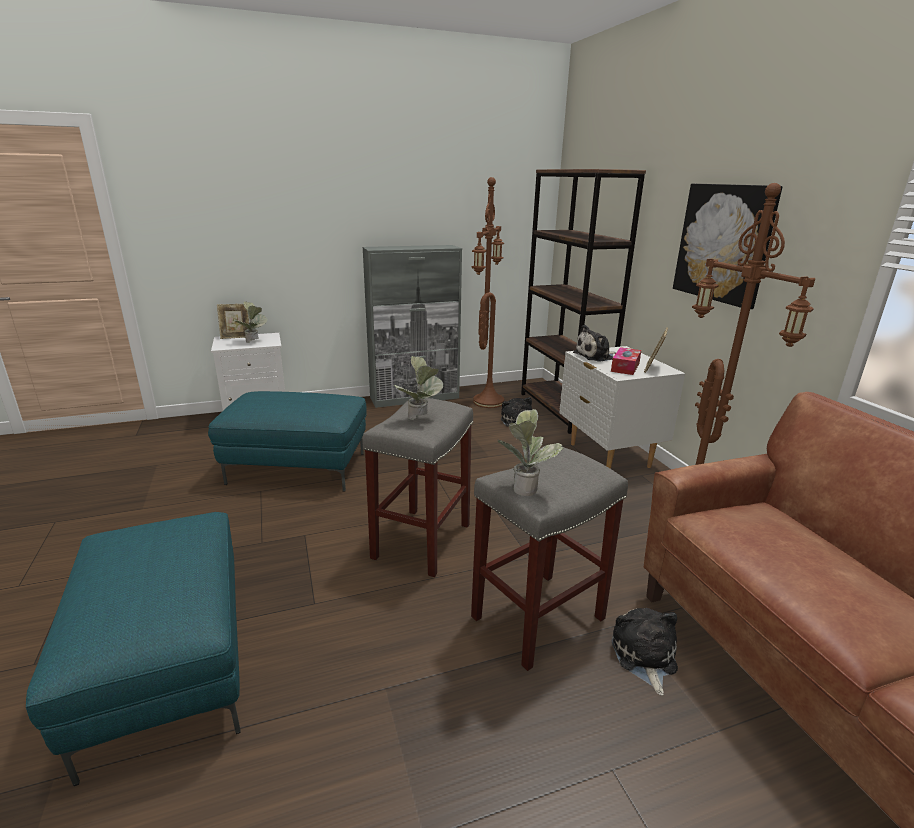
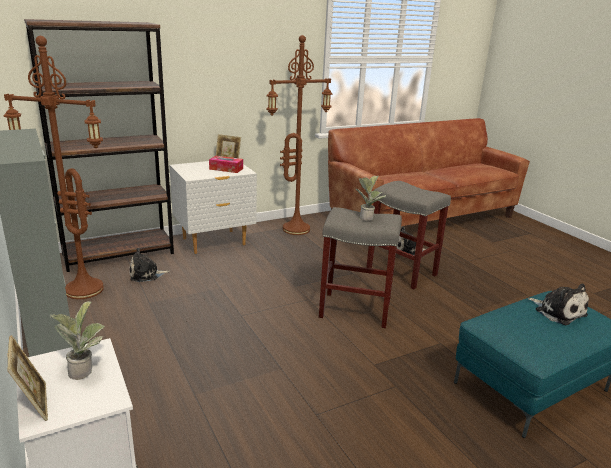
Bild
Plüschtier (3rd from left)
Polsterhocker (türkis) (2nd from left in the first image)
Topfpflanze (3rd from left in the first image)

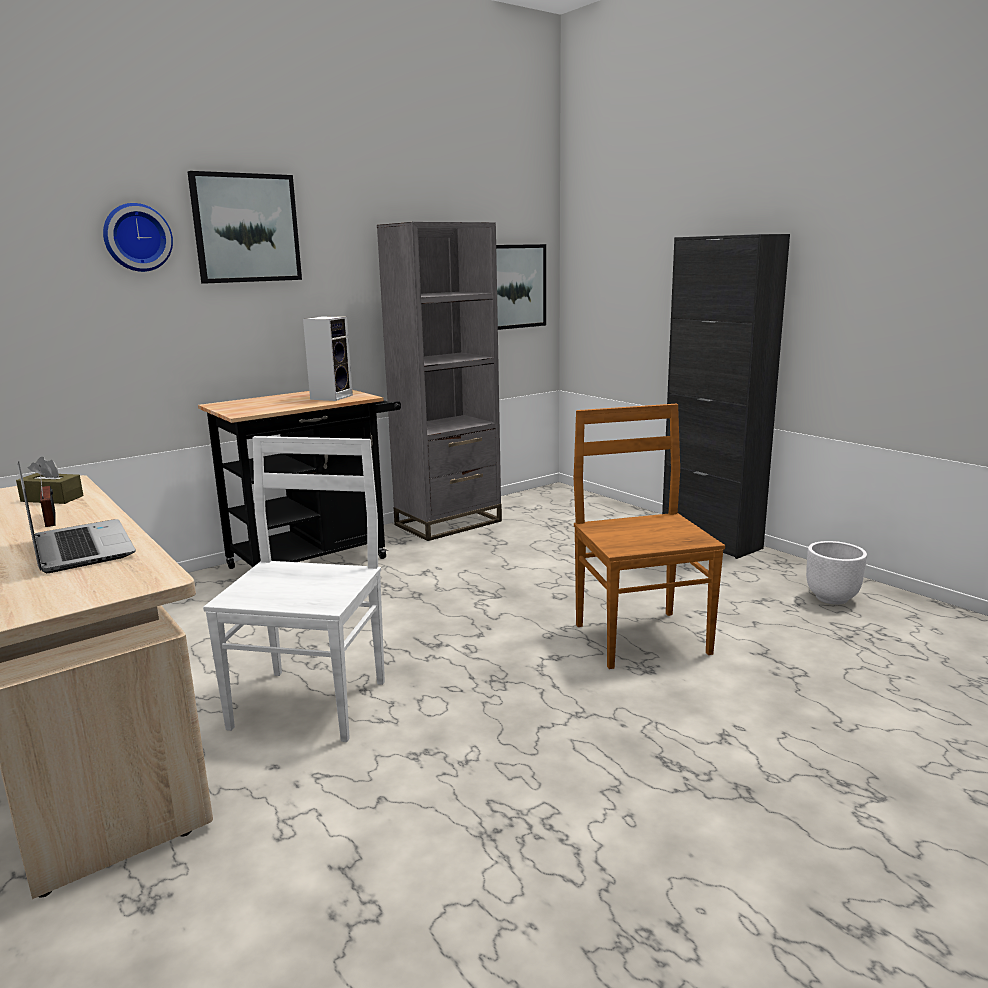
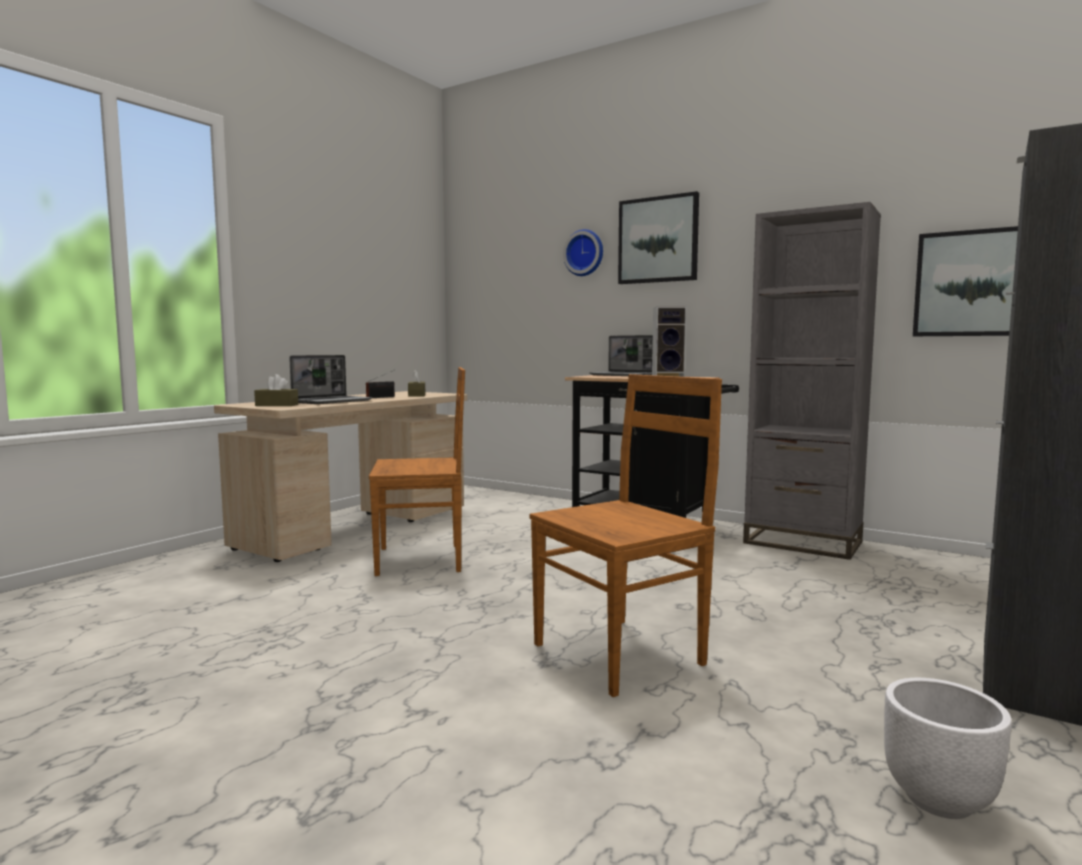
Stuhl (braun) (1st from left)
Laptop (2nd from left)
Taschentuchbox (braun) (1st from left)

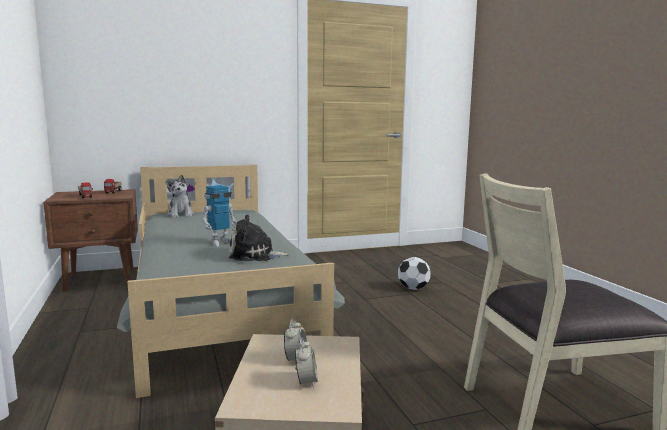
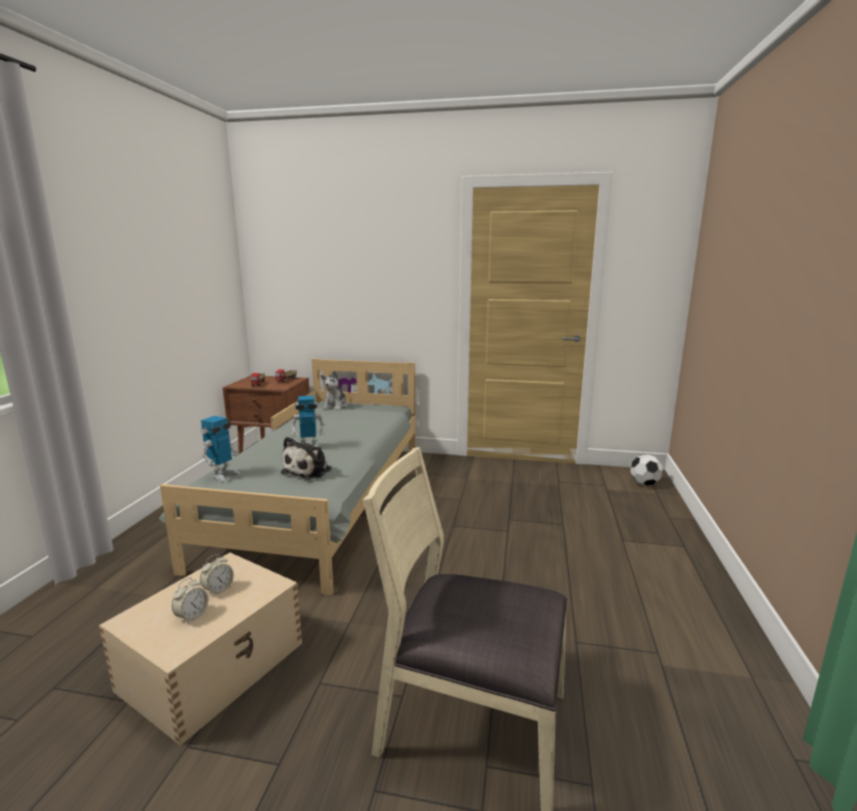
Plüschtier (1st from left)
Fußball
Spielzeugroboter (1st from left)

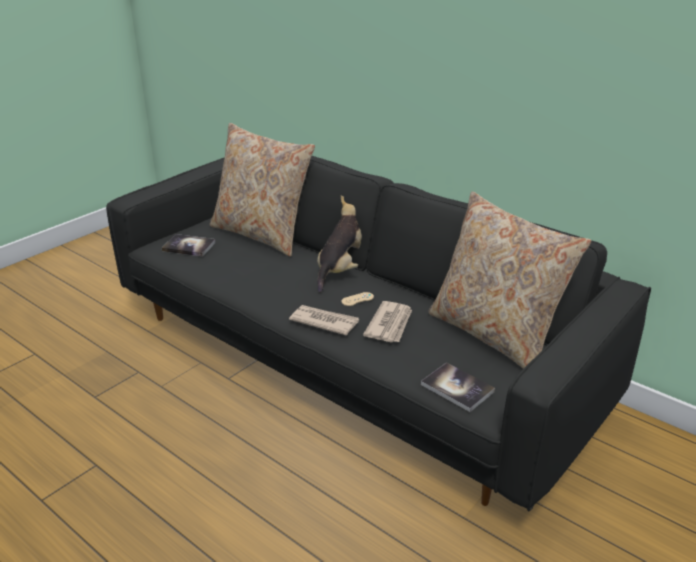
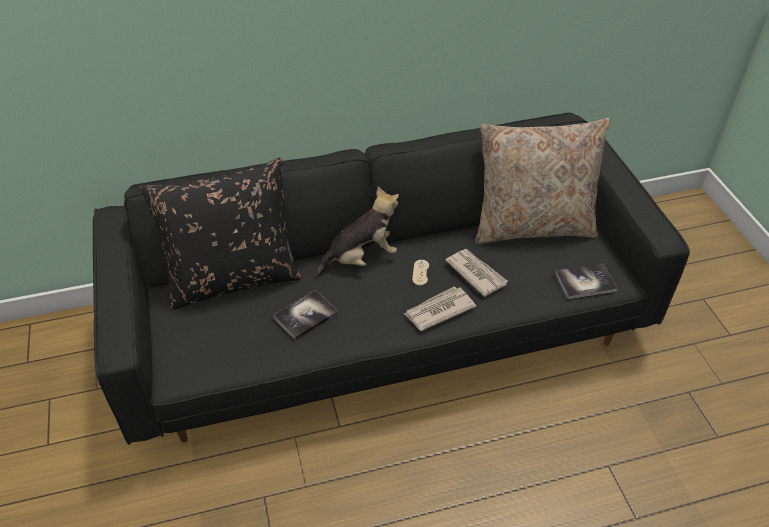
Kissen (schwarz)
Plüschtier
Buch (1st from left)

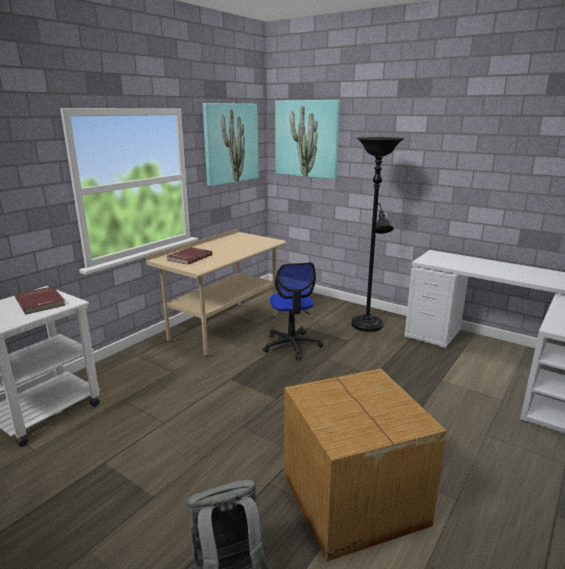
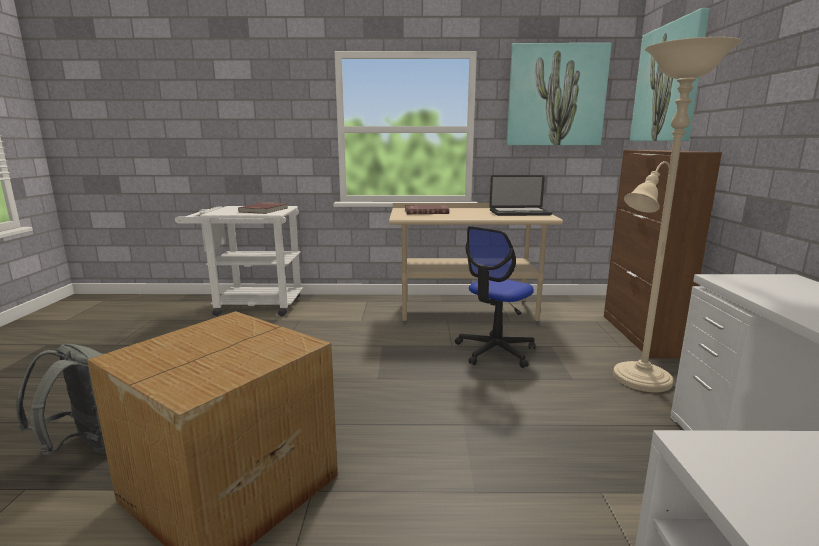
Stehlampe (beige)
Schrank (braun)
Laptop

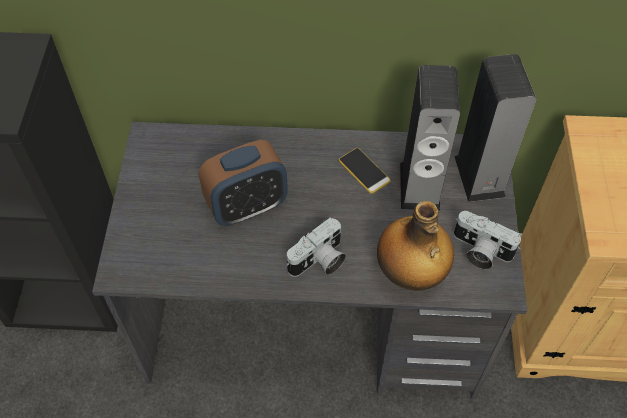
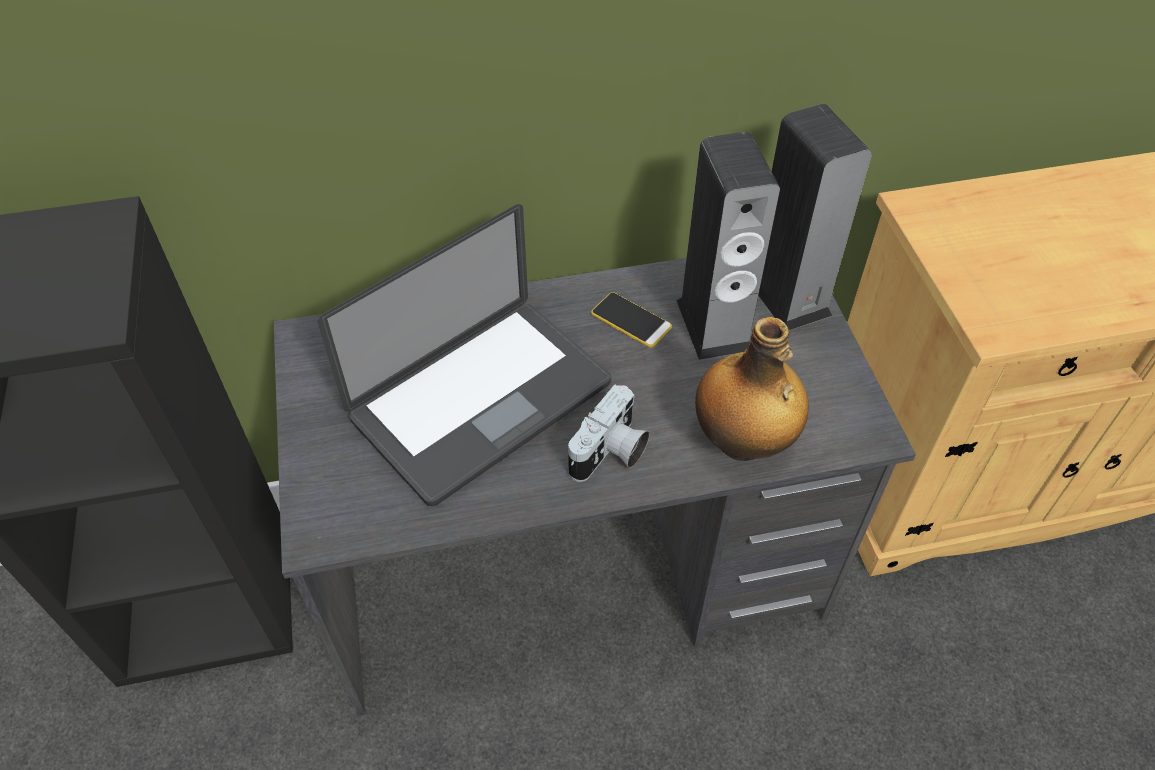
Laptop
Kamera (2nd from left in the first image)

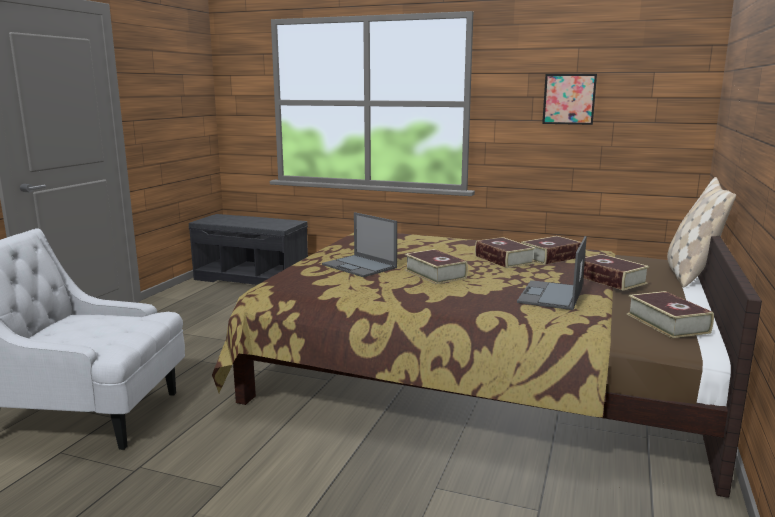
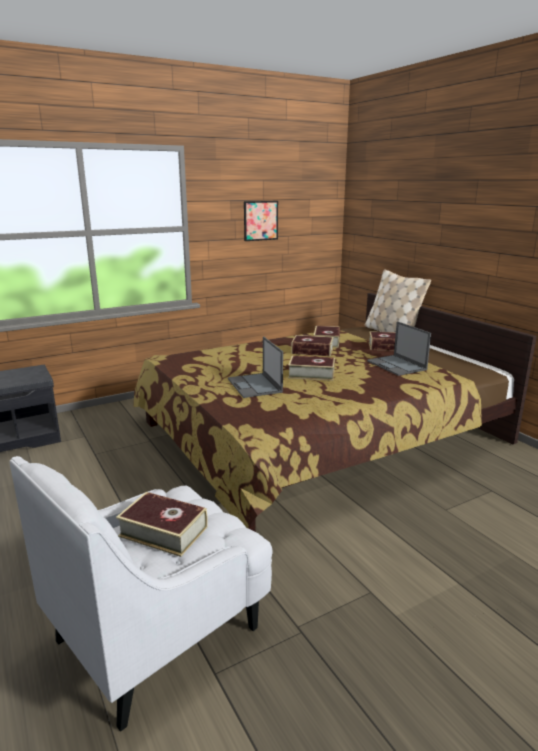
Laptop (1st from left)
Buch (1st from left)

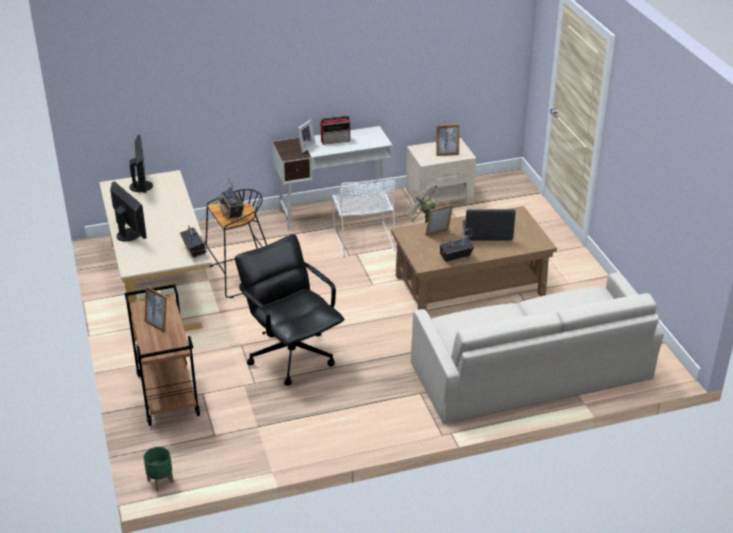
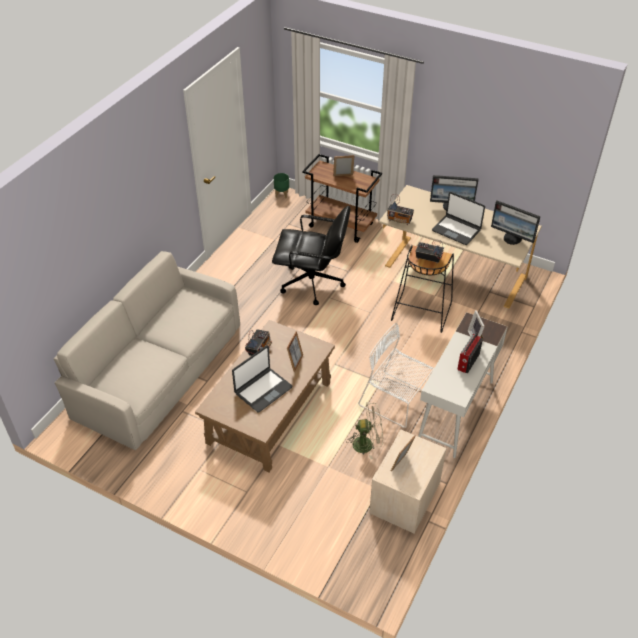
Laptop (2nd from left)

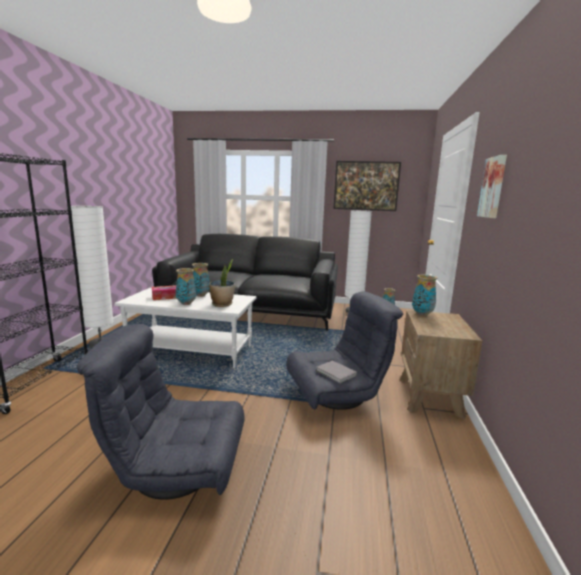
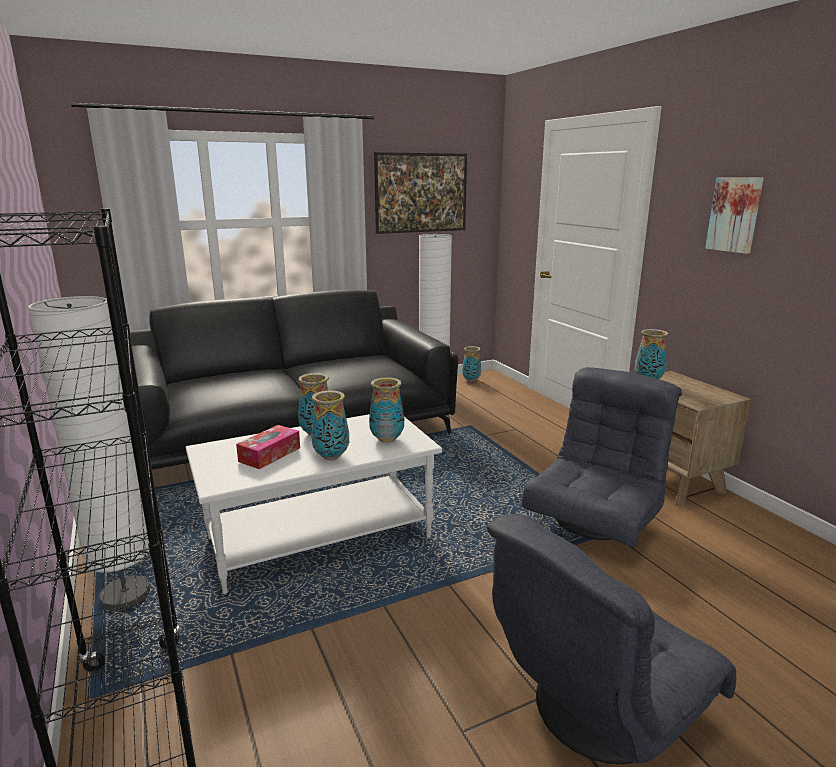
Vase (3rd from left)
Buch (grau)

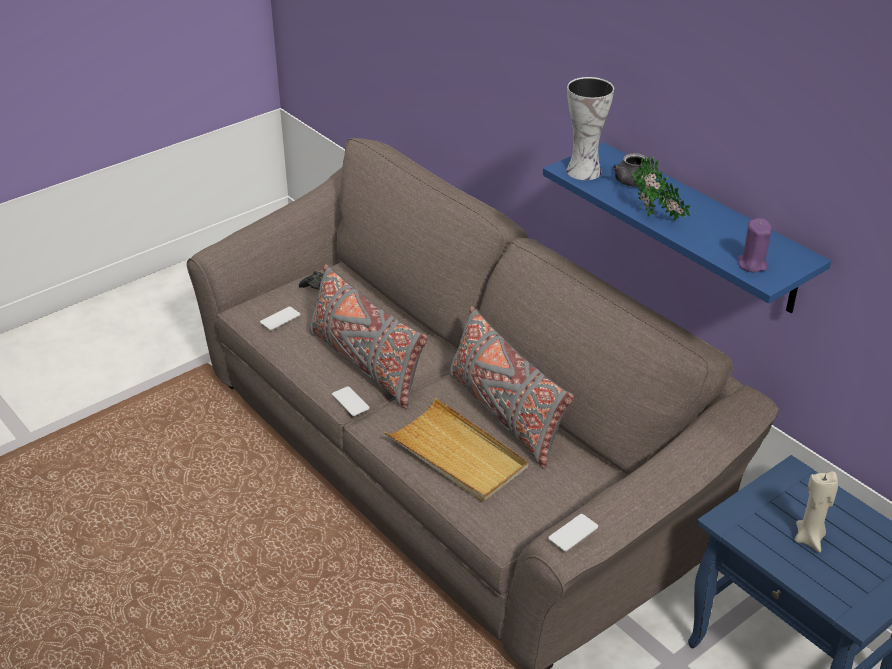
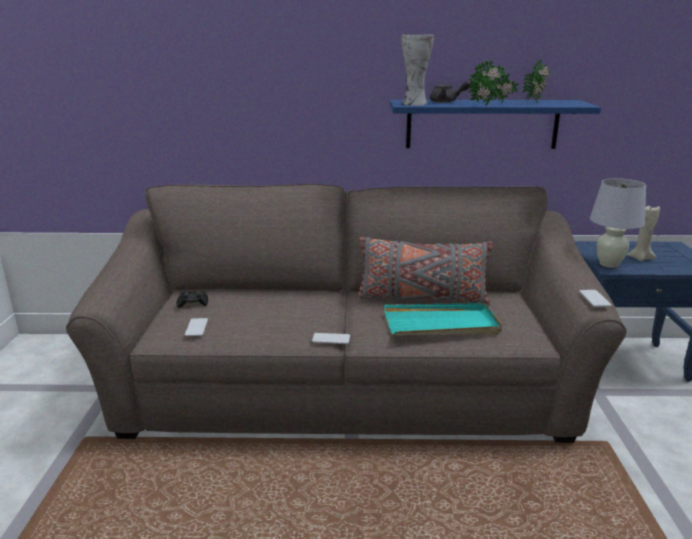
Kerze (lila)
Kissen (grau) (1st from left in the first image)
Tablett (türkis)
Topfpflanze (2nd from left)
Tischlampe (weiß)

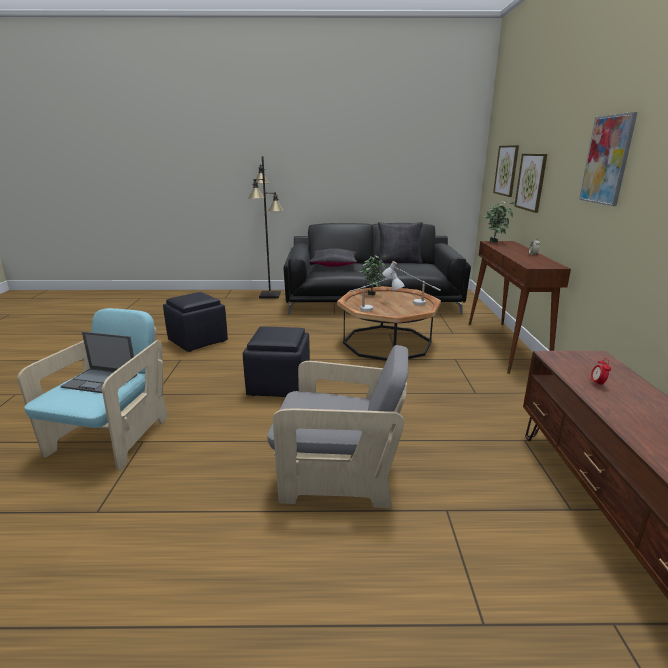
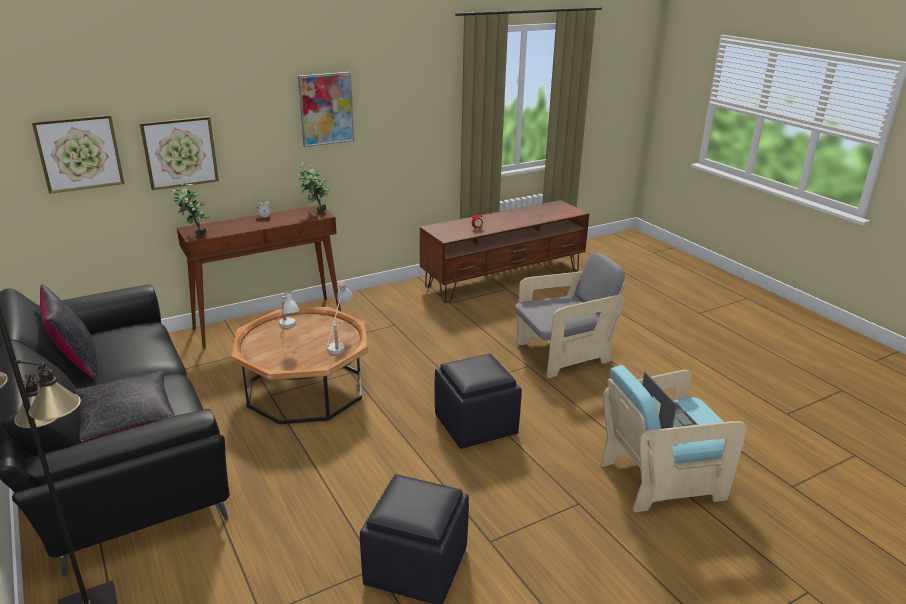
Topfpflanze (2nd from left)
Sessel (grau)

